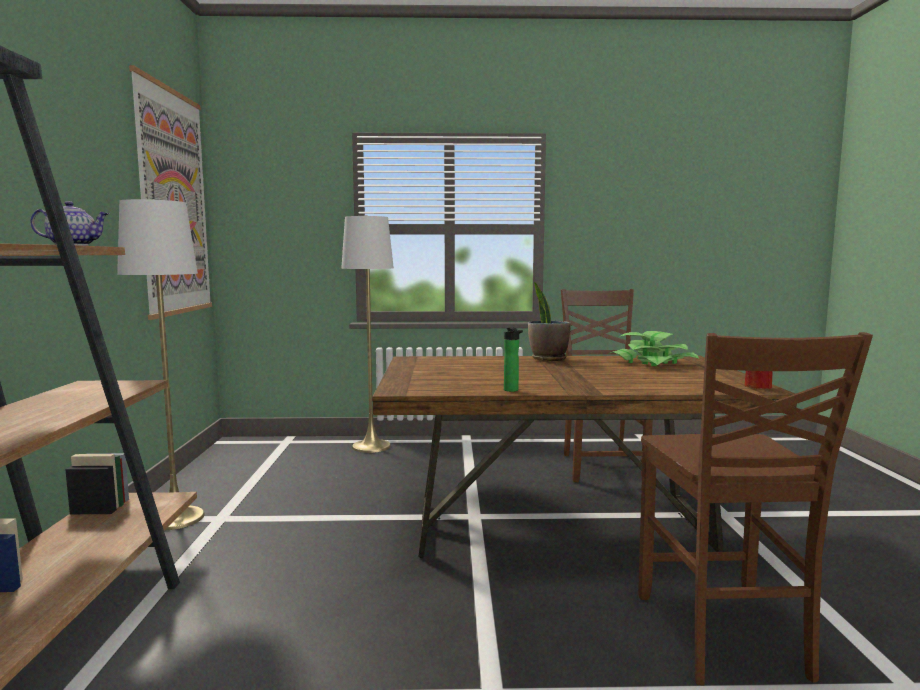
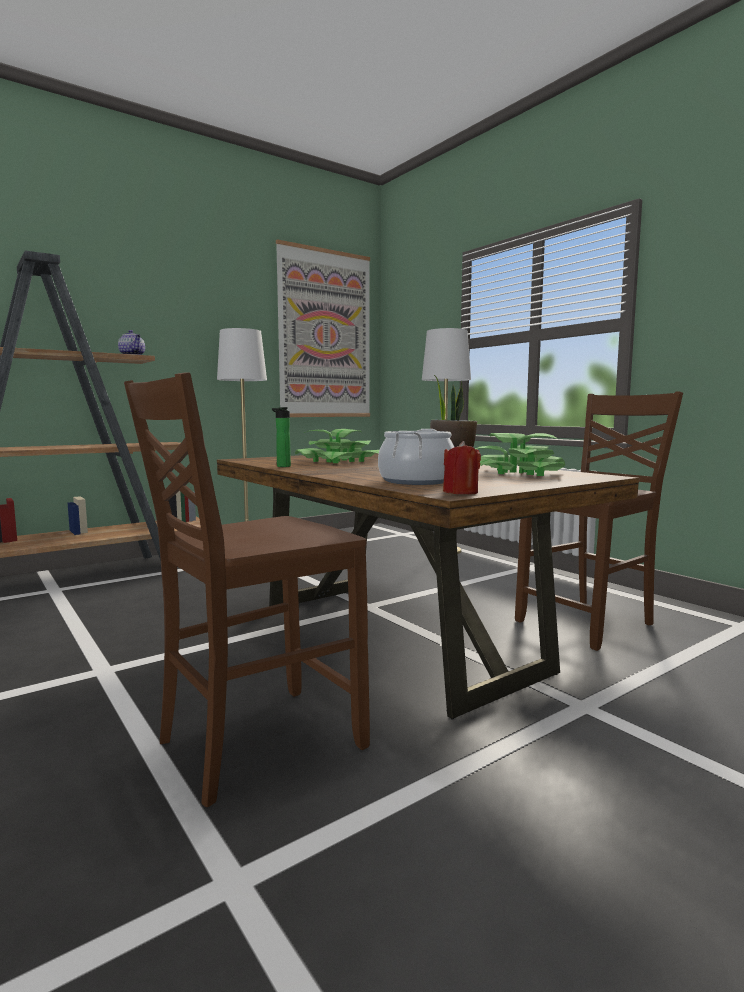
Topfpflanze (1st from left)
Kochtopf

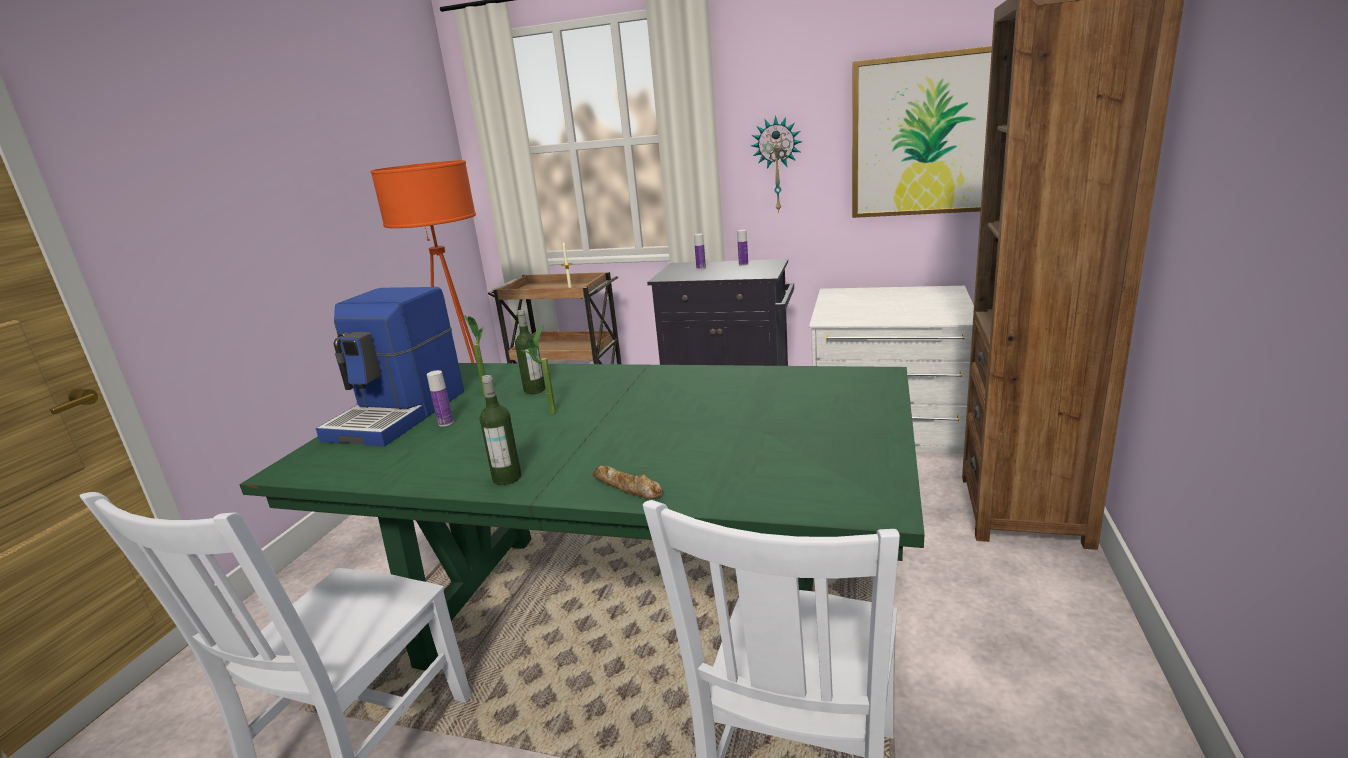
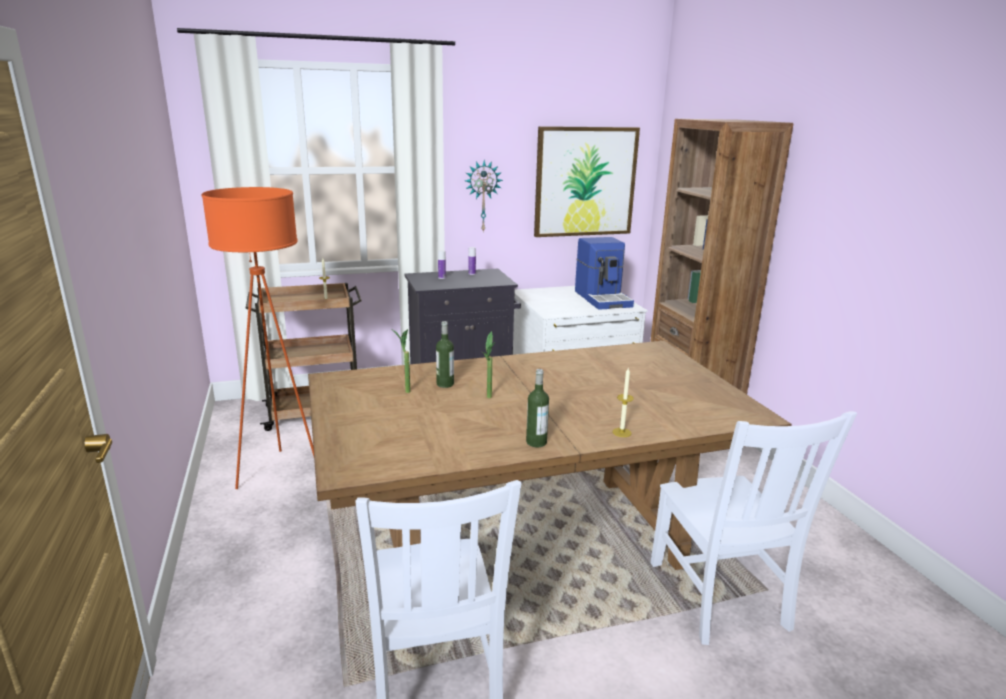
Kaffeemaschine
Esstisch (braun)
Flasche (1st from left in the first image)
Kerze (2nd from left)

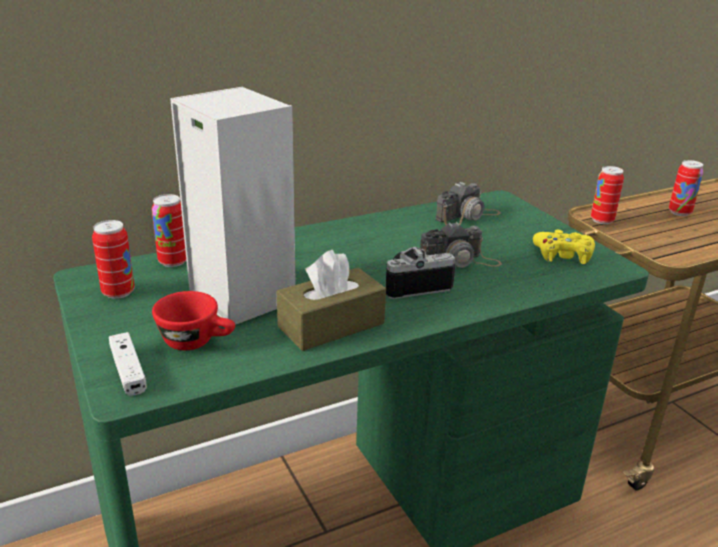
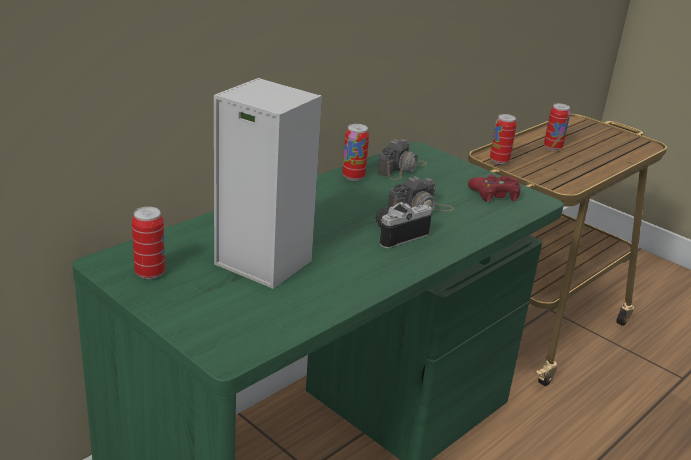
Dose (2nd from left)
Gamepad (rot)
Taschentuchbox (braun)
Tasse (rot)
Gamepad (weiß)

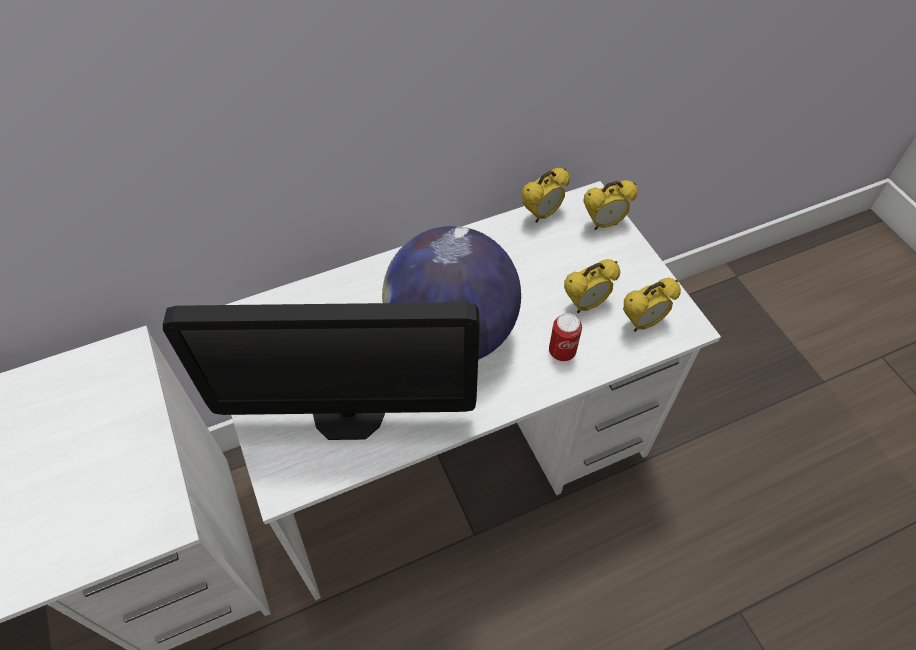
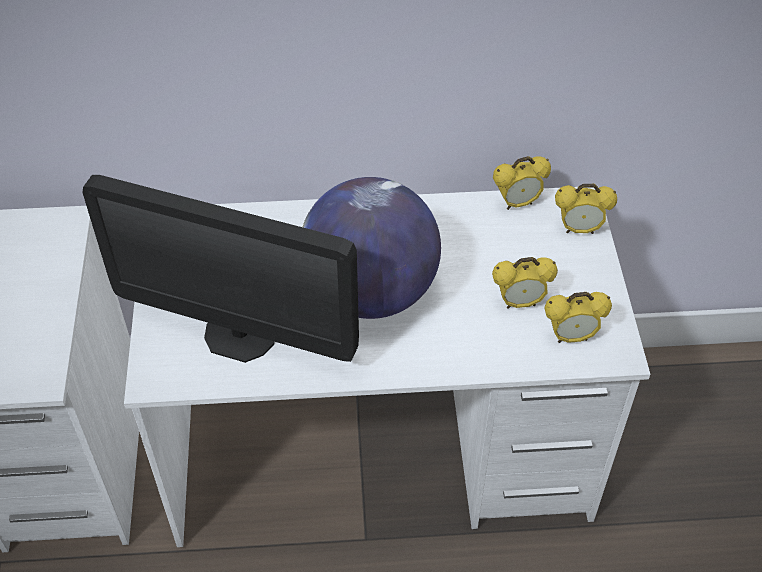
Dose

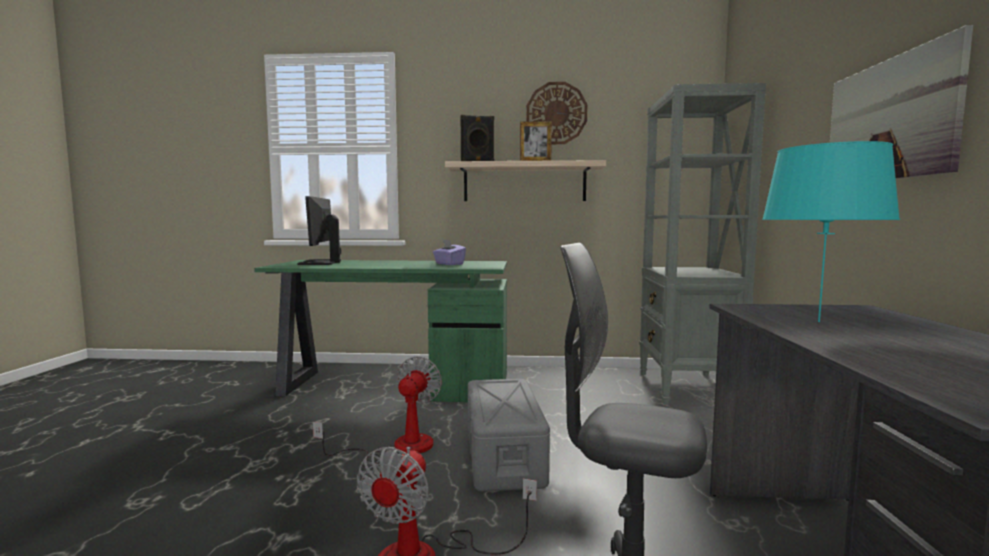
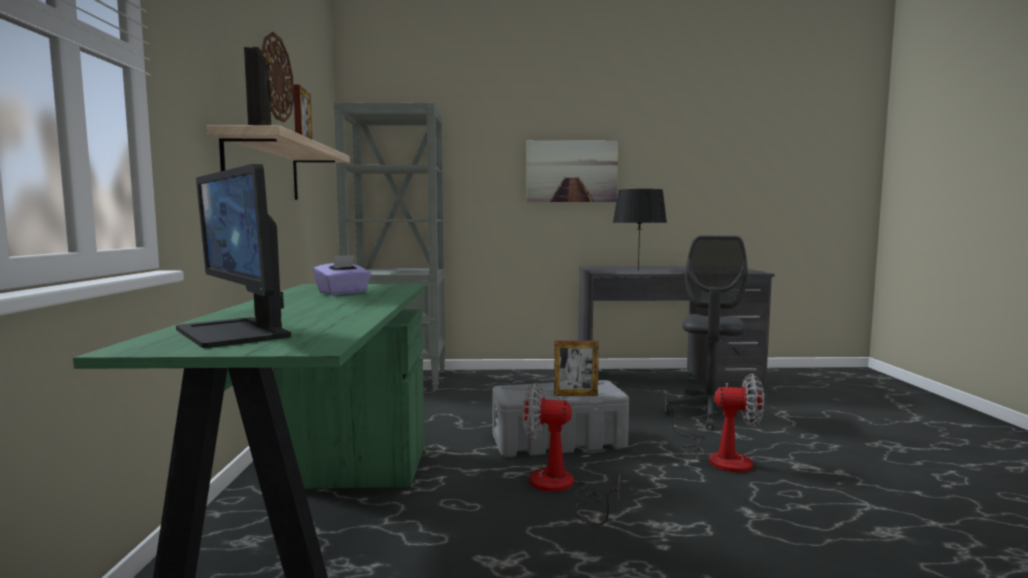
Tischlampe (schwarz)
Monitor
Bilderrahmen (2nd from left)

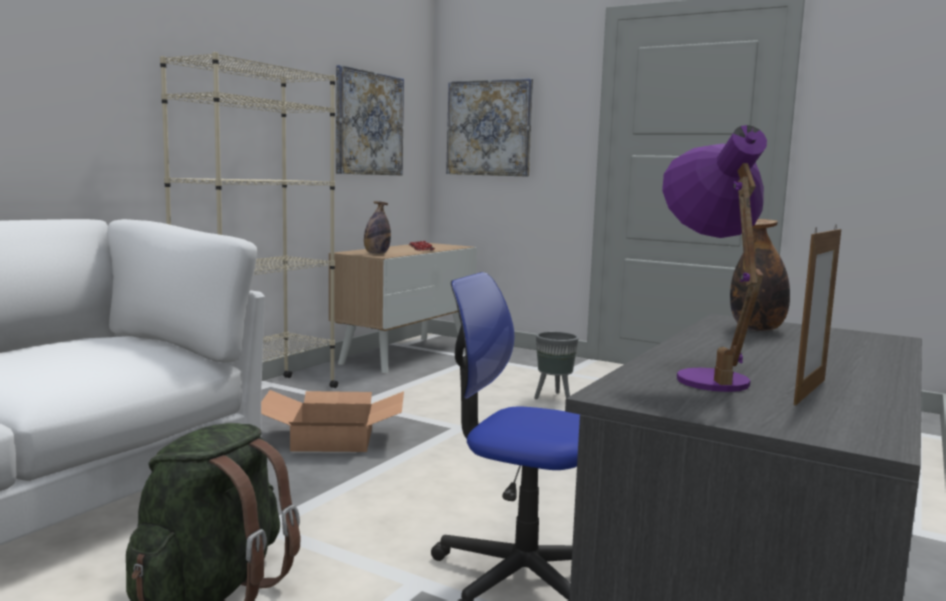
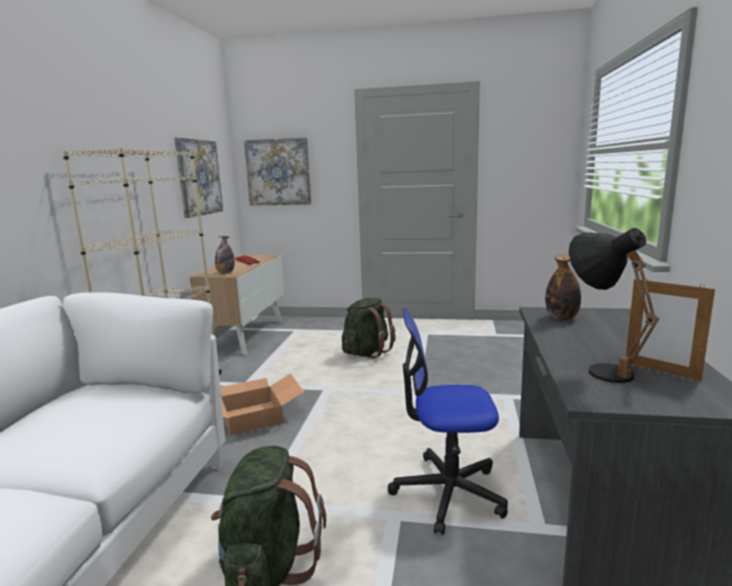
Tischlampe (schwarz)
Bilderrahmen
Rucksack (grün) (2nd from left)

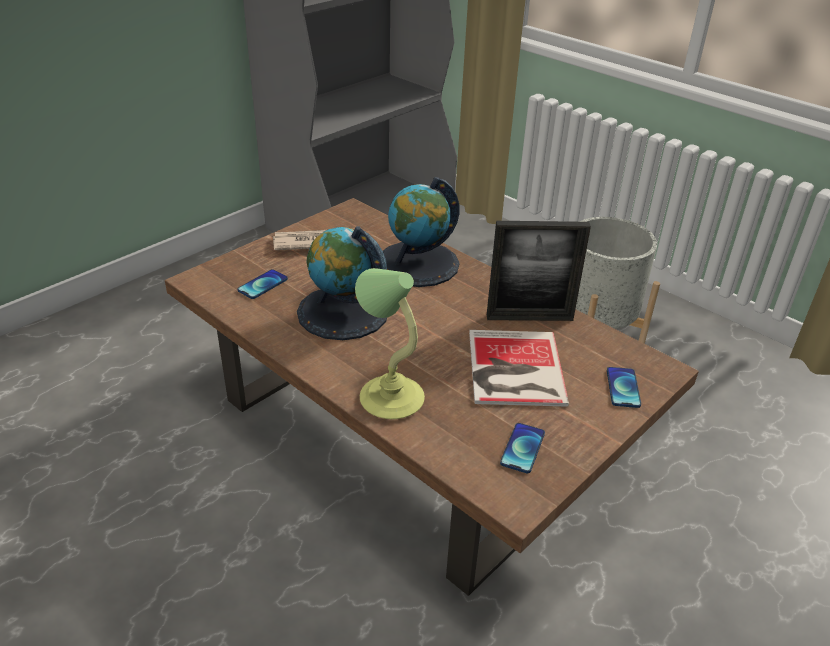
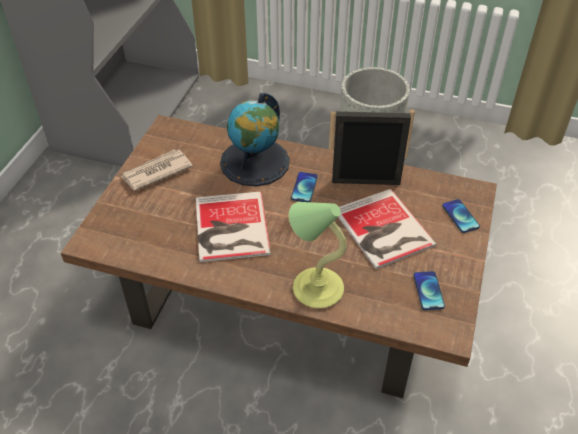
Bilderrahmen
Buch (1st from left)
Handy (1st from left)

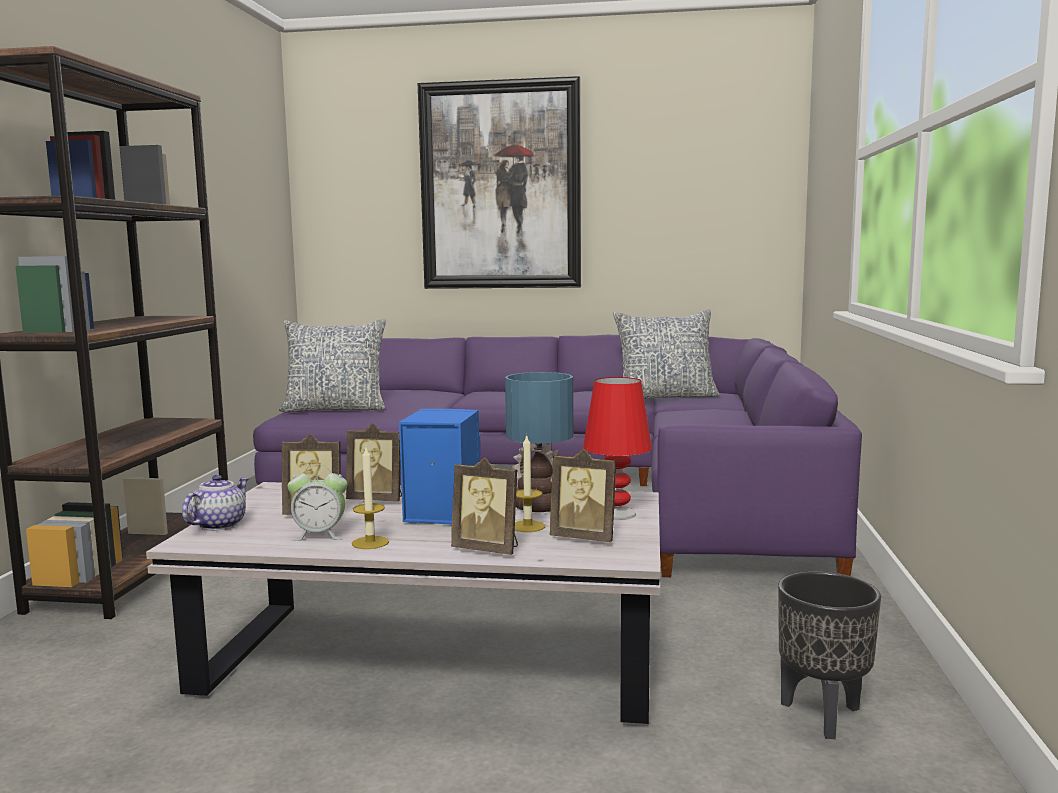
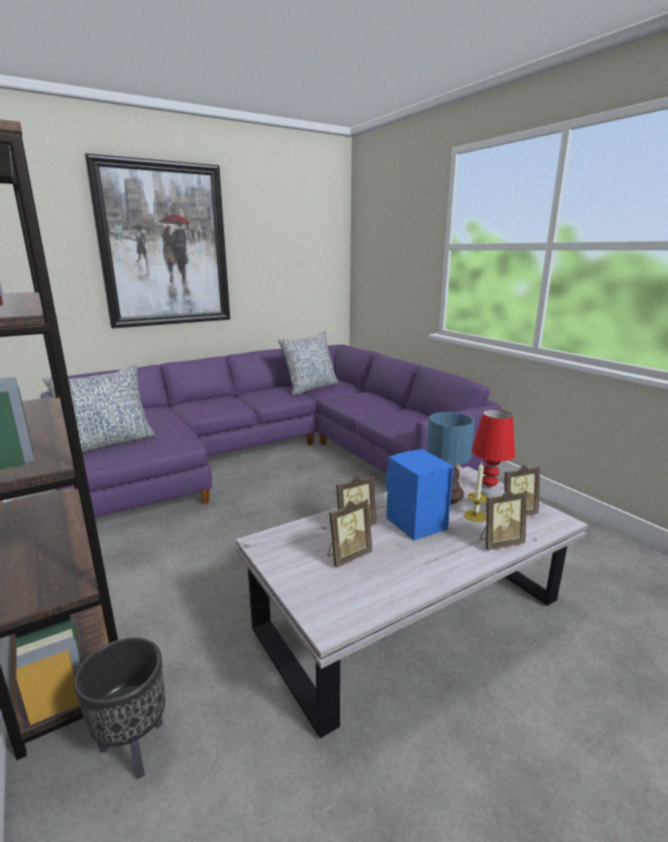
Kerze (1st from left in the first image)
Wecker
Teekanne
Pflanzkübel (schwarz)

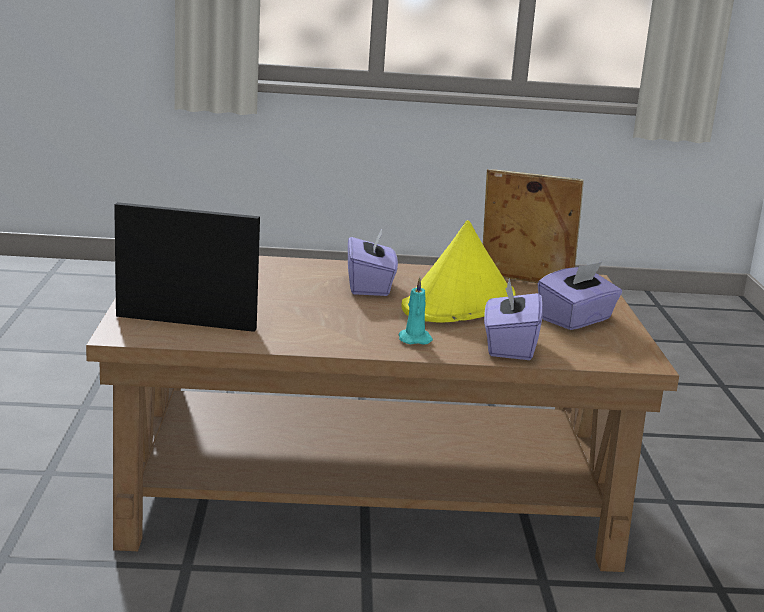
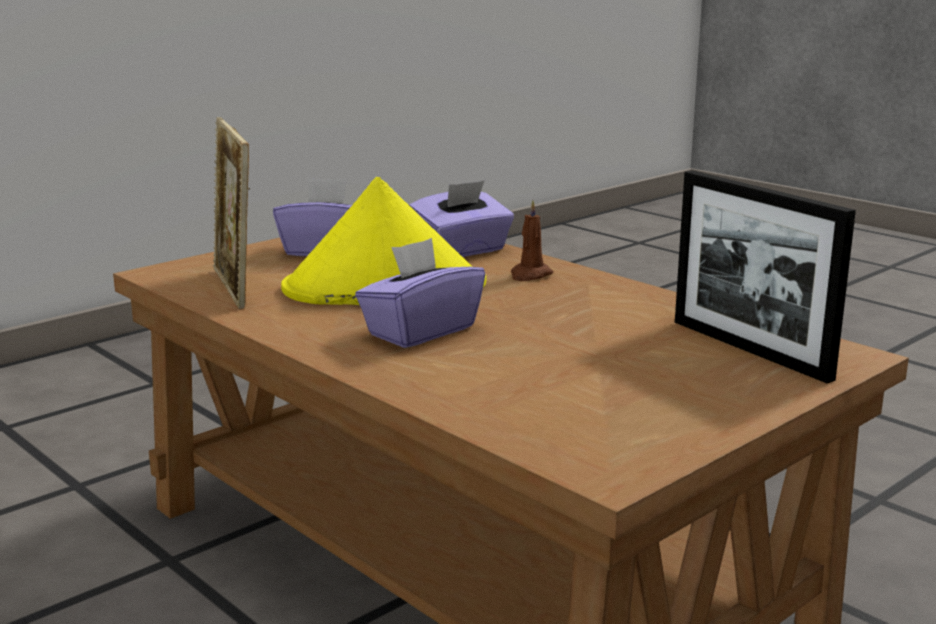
Kerze (braun)

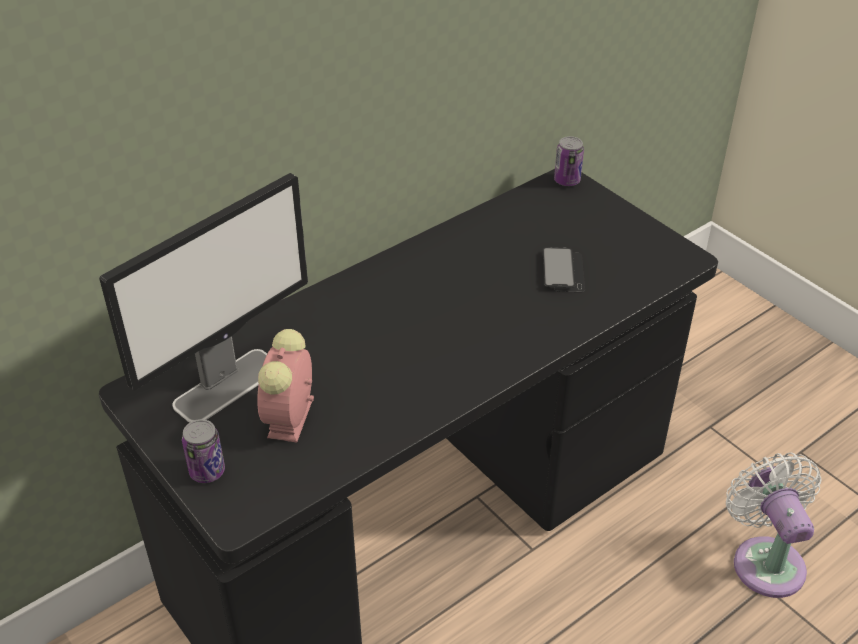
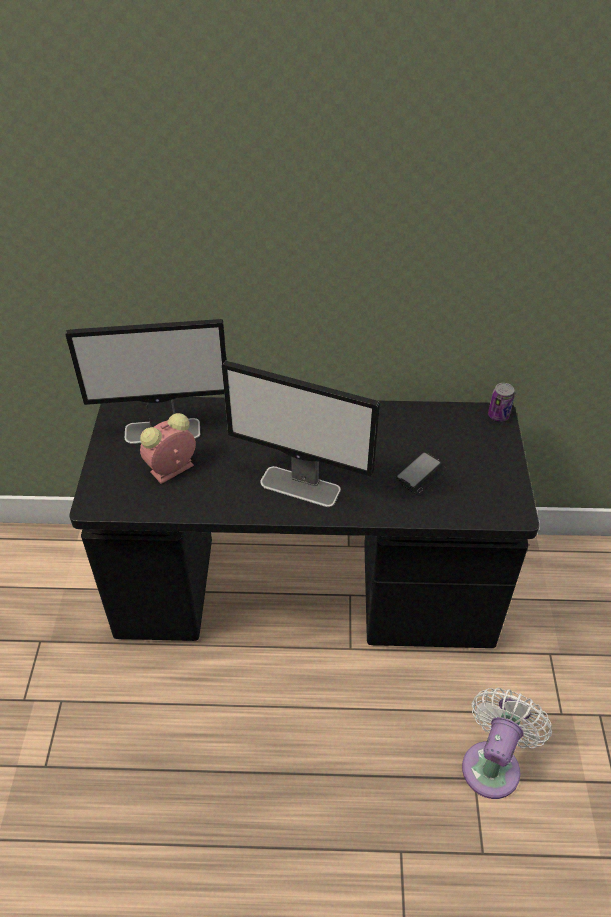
Dose (1st from left in the first image)
Monitor (2nd from left)

